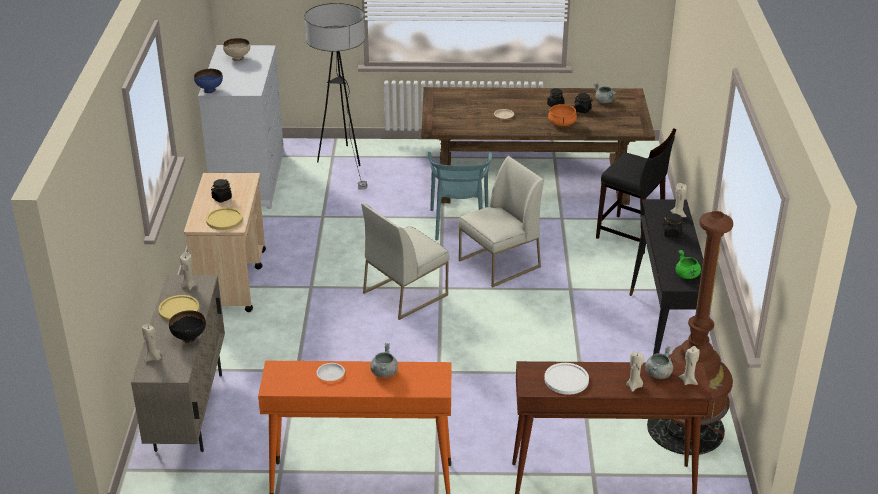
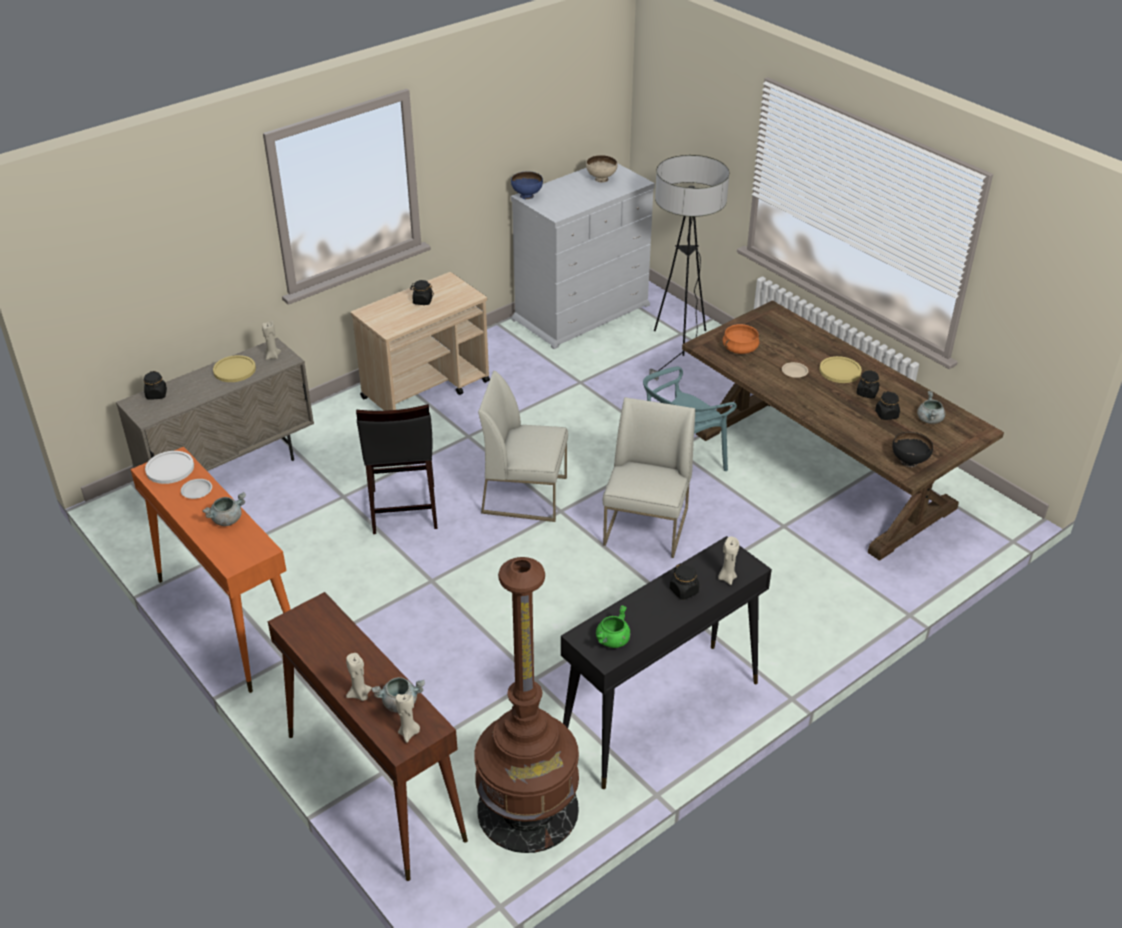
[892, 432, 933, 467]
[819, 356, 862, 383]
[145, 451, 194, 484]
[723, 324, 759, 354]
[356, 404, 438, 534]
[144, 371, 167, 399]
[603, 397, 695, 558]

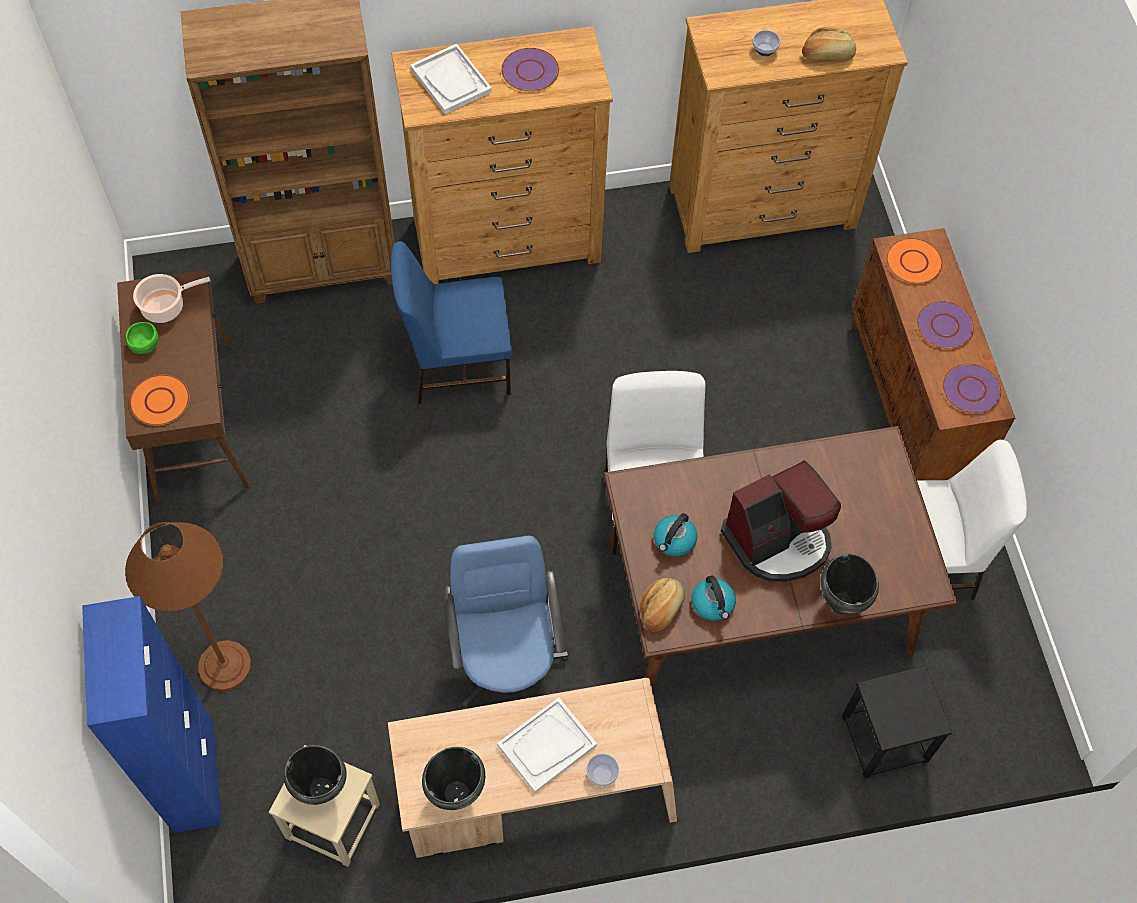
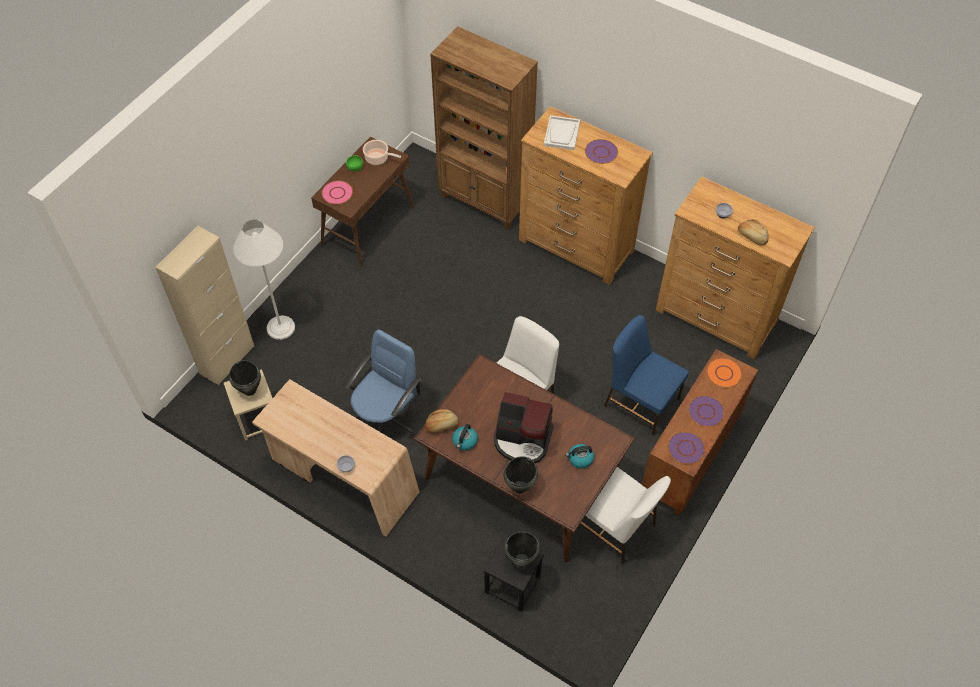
[497, 697, 597, 793] (first image)
[604, 315, 689, 436]
[504, 532, 540, 567]
[565, 444, 594, 468]
[155, 226, 254, 385]
[233, 219, 295, 340]
[322, 181, 353, 204]

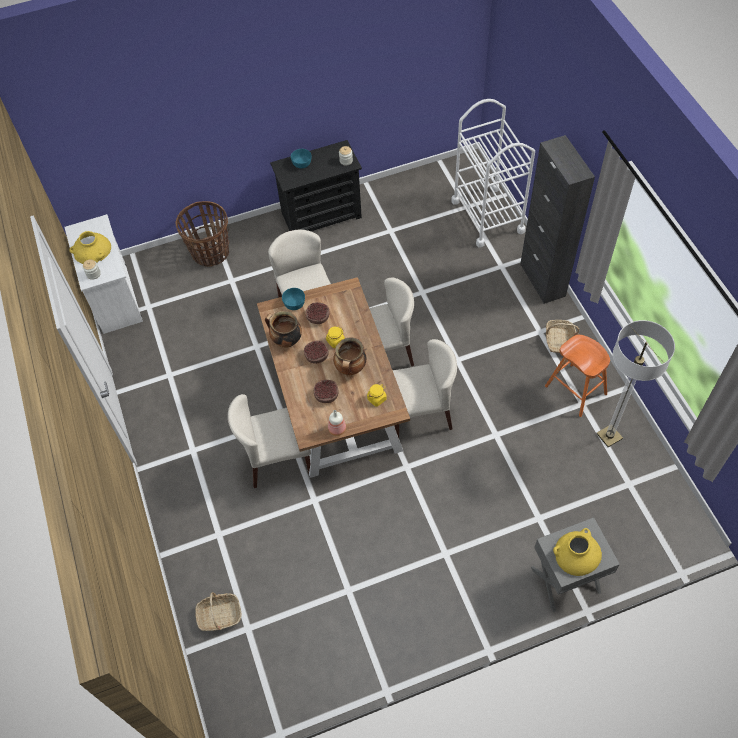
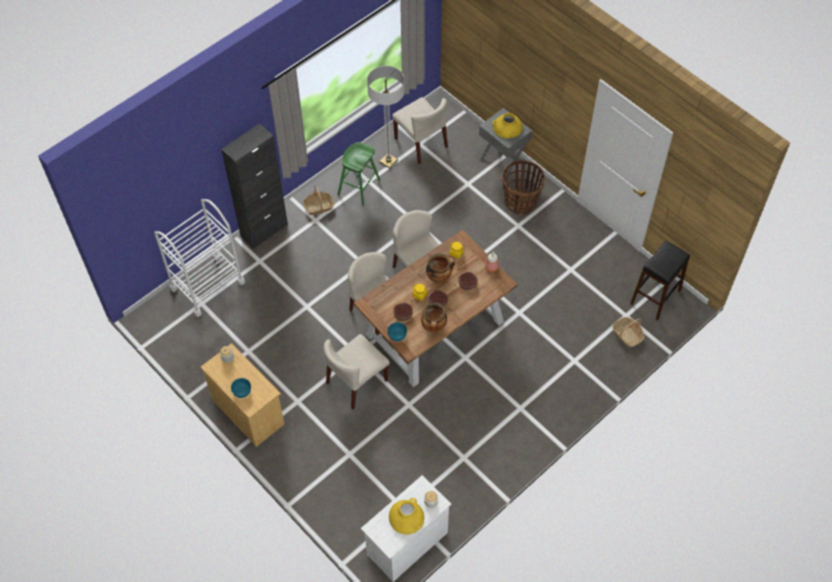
[630, 241, 690, 320]
[502, 160, 545, 215]
[392, 97, 448, 164]
[200, 343, 285, 447]
[338, 142, 380, 206]

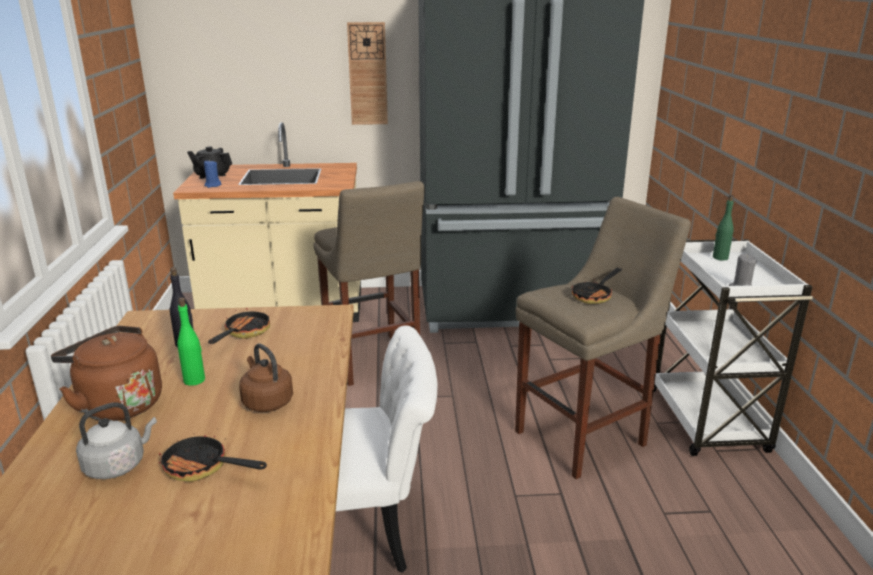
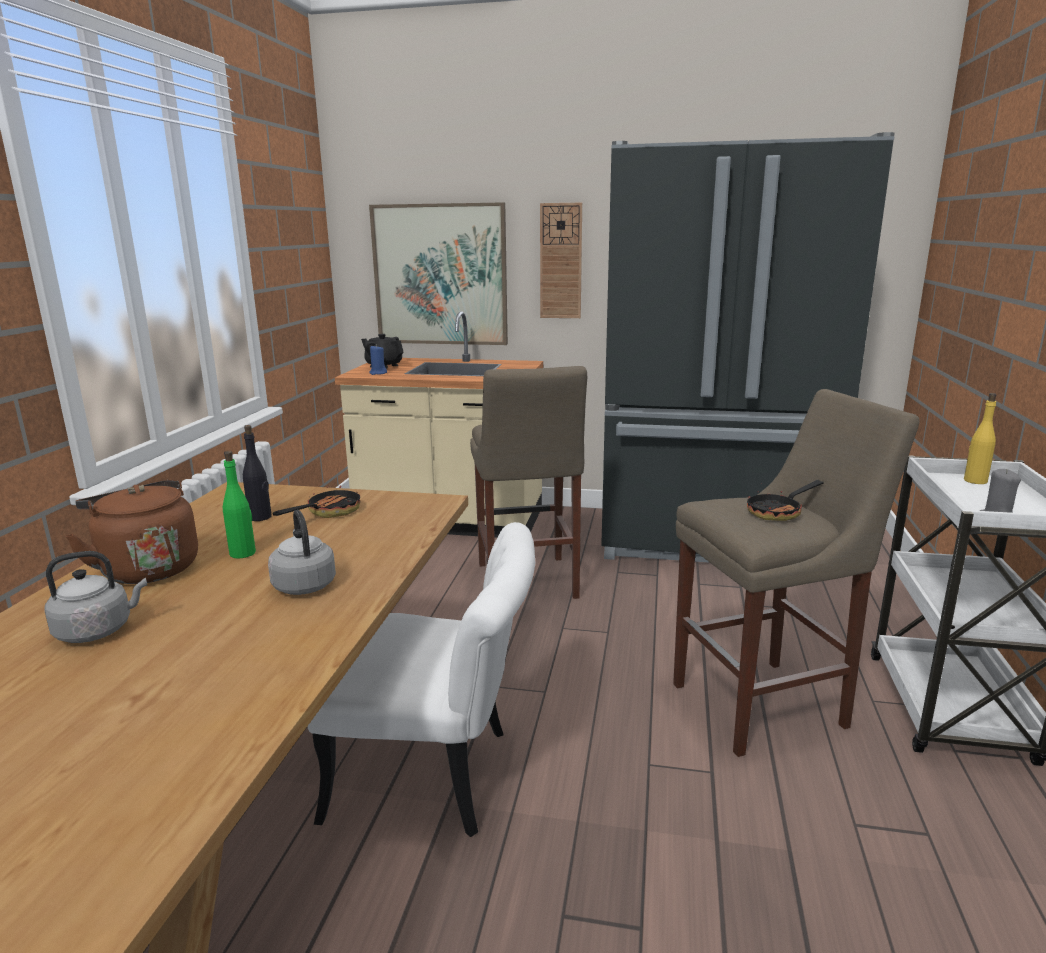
[159, 429, 267, 482] (first image)
[369, 202, 508, 345]
[268, 510, 336, 595]
[964, 393, 996, 484]

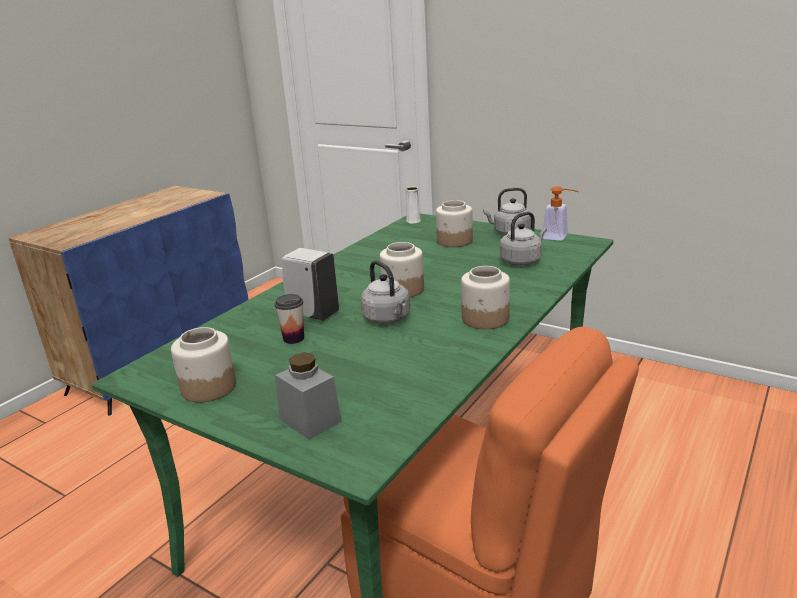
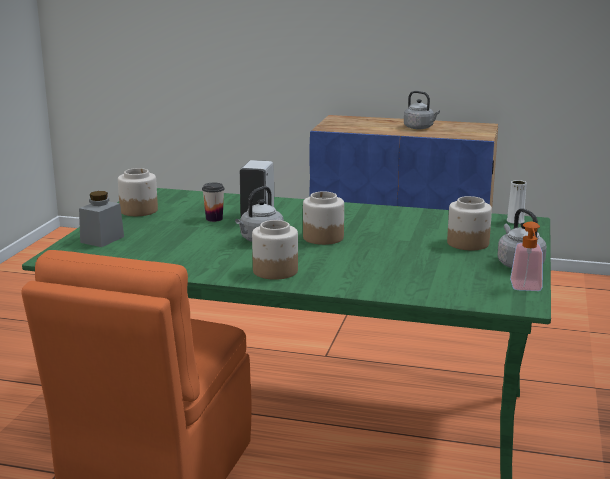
[404, 91, 440, 129]

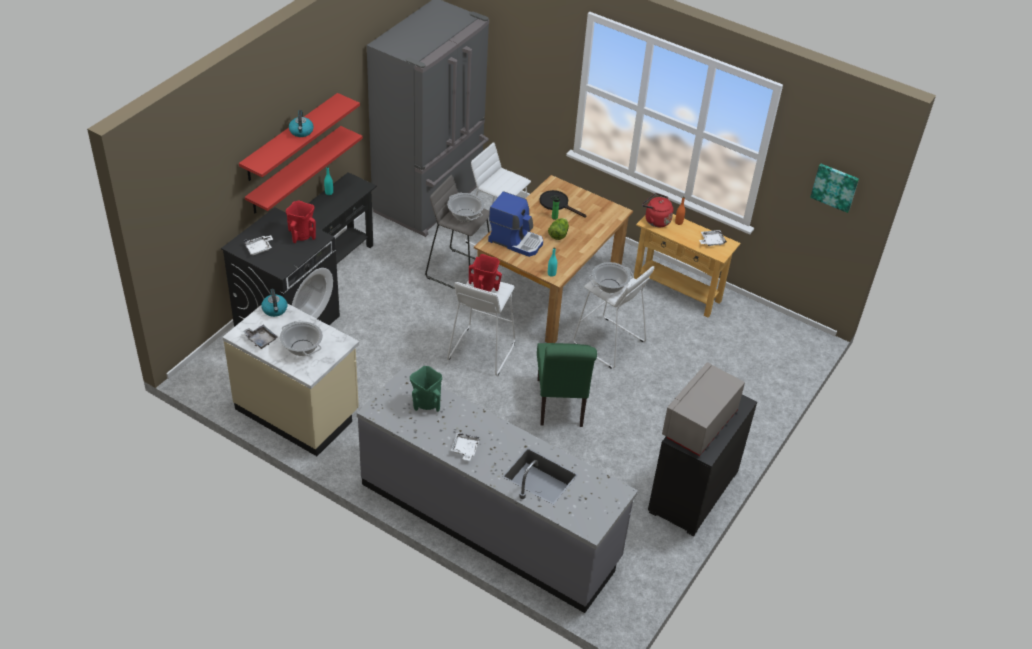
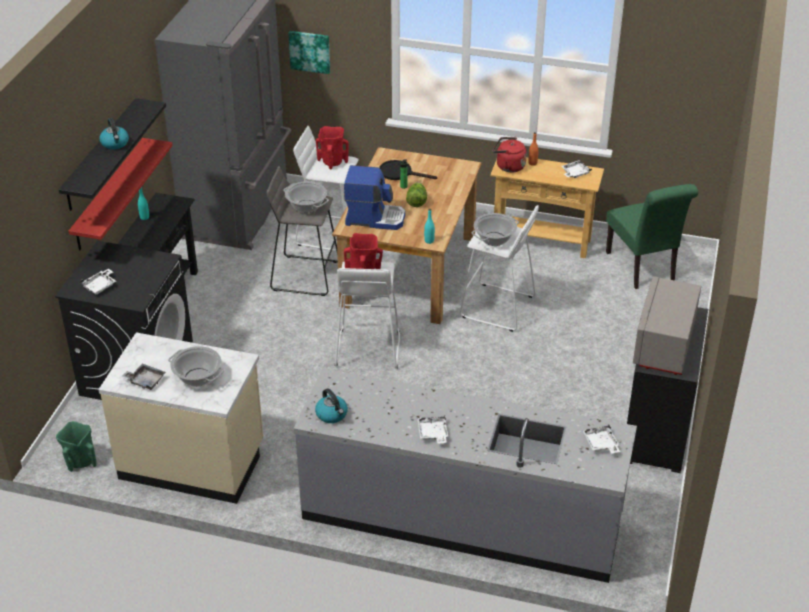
[582, 424, 620, 453]
[315, 389, 348, 423]
[316, 126, 349, 169]
[56, 421, 97, 472]
[606, 184, 699, 289]
[288, 31, 330, 74]
[59, 98, 166, 211]

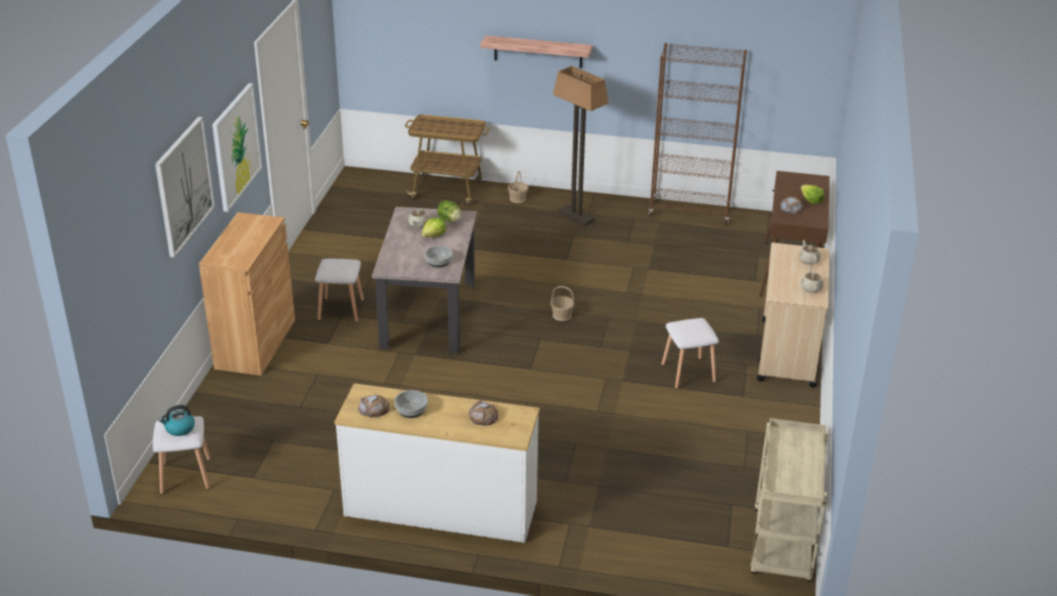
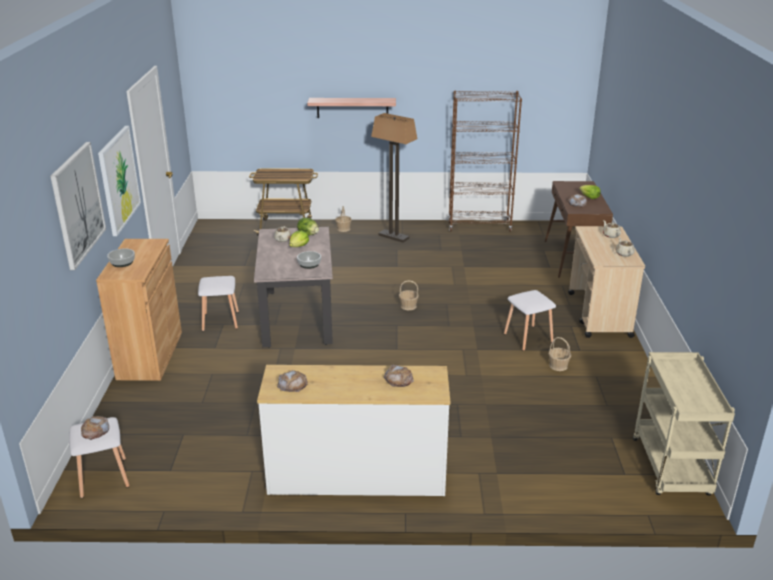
[548, 337, 571, 371]
[107, 249, 135, 267]
[81, 416, 109, 440]

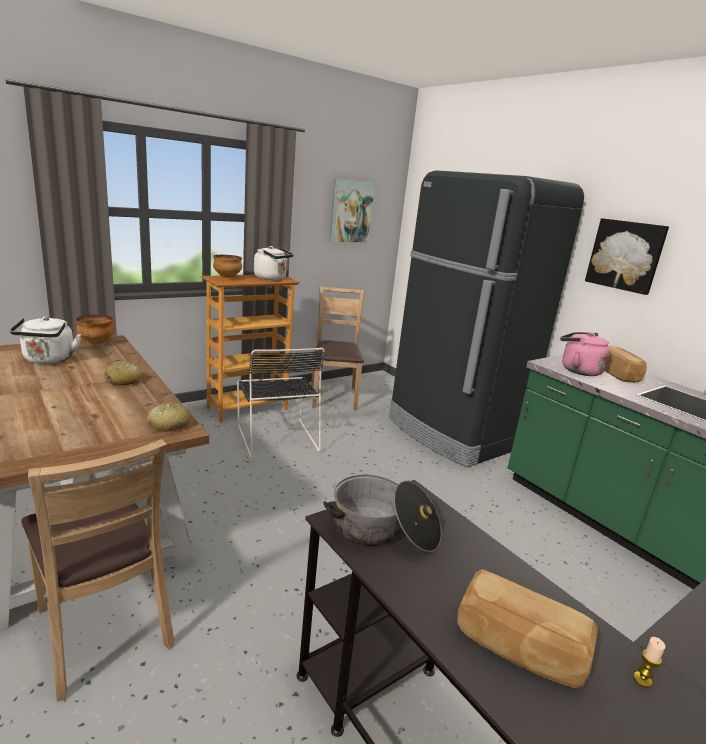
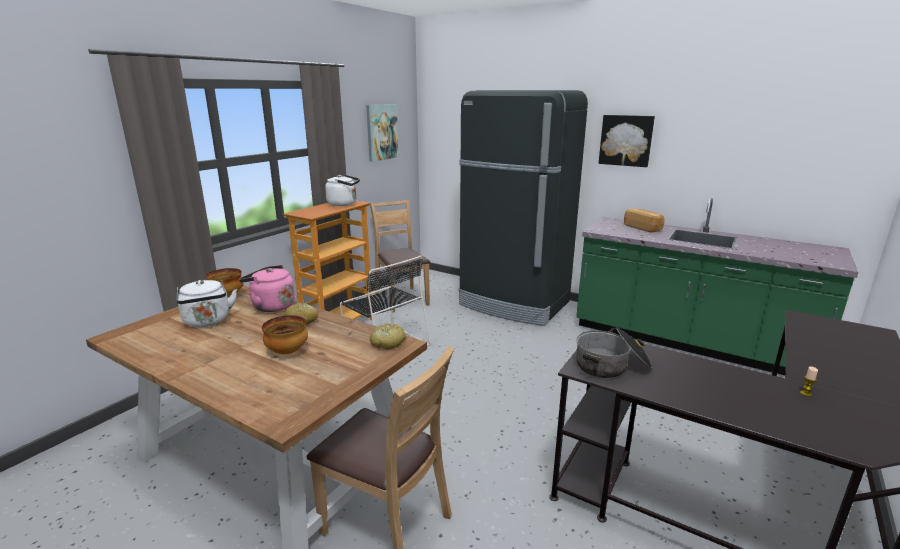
[457, 569, 598, 688] (first image)
[262, 315, 308, 354]
[239, 265, 295, 312]

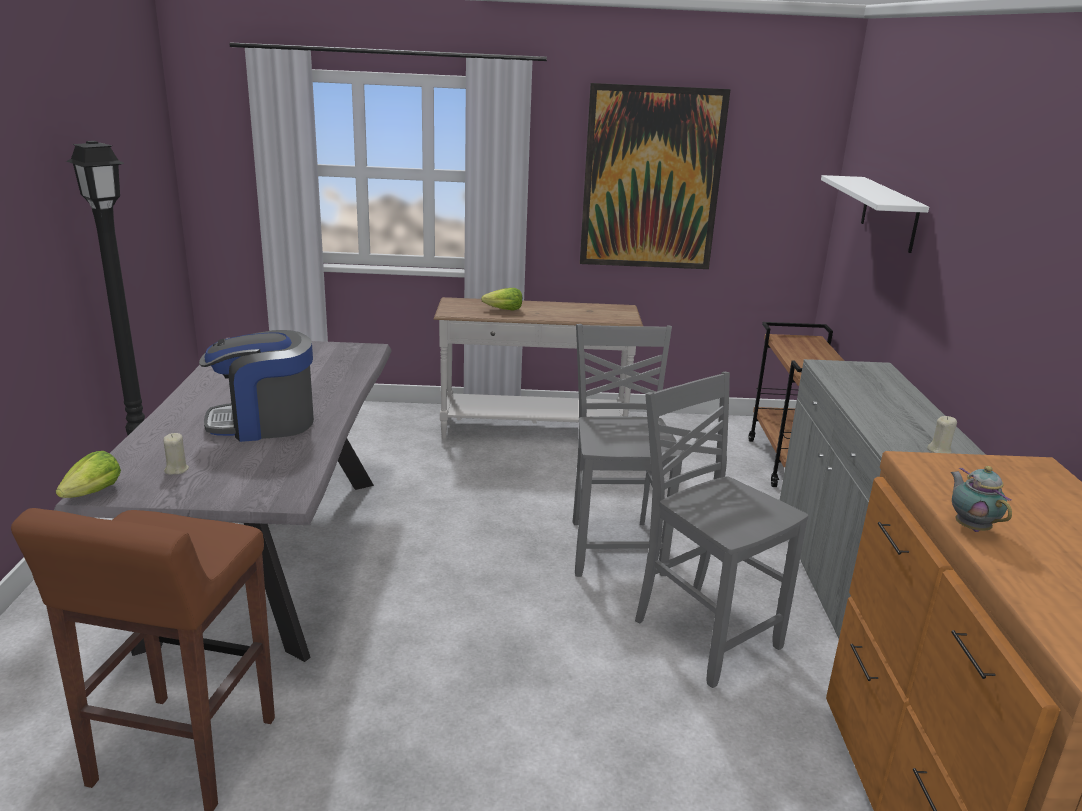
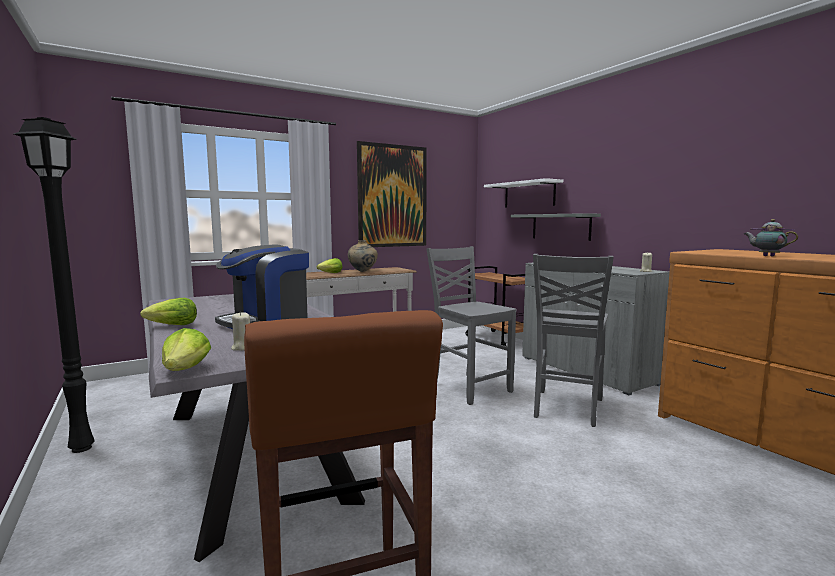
[140, 298, 197, 325]
[348, 240, 378, 272]
[511, 213, 601, 241]
[533, 254, 614, 427]

